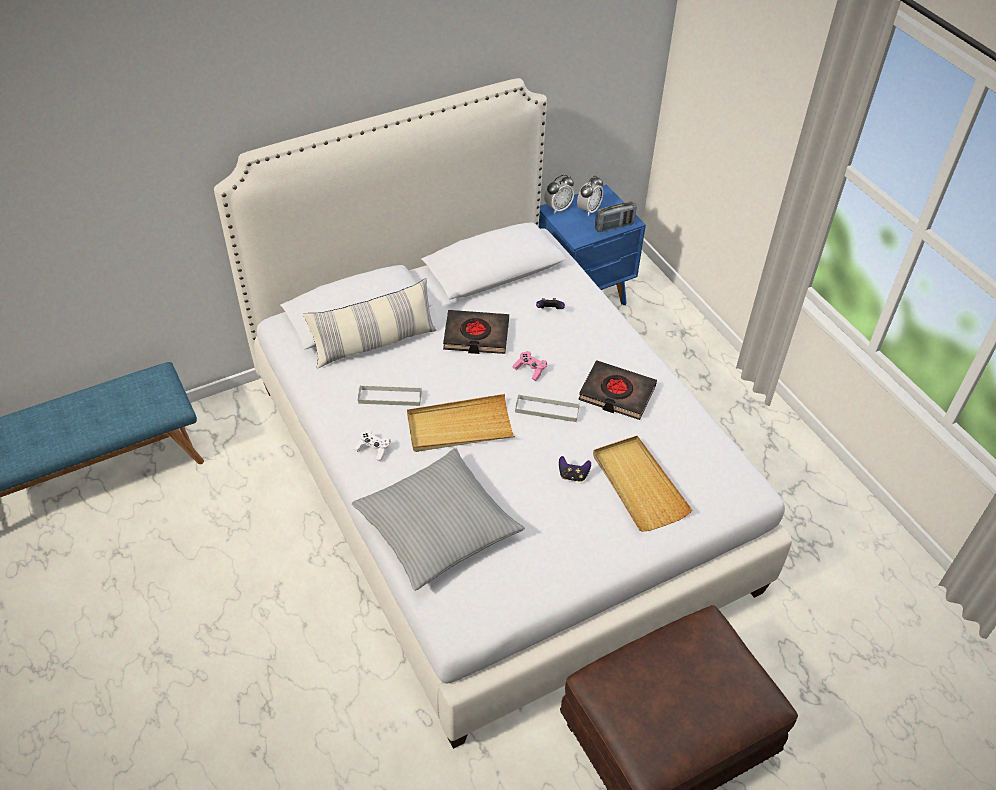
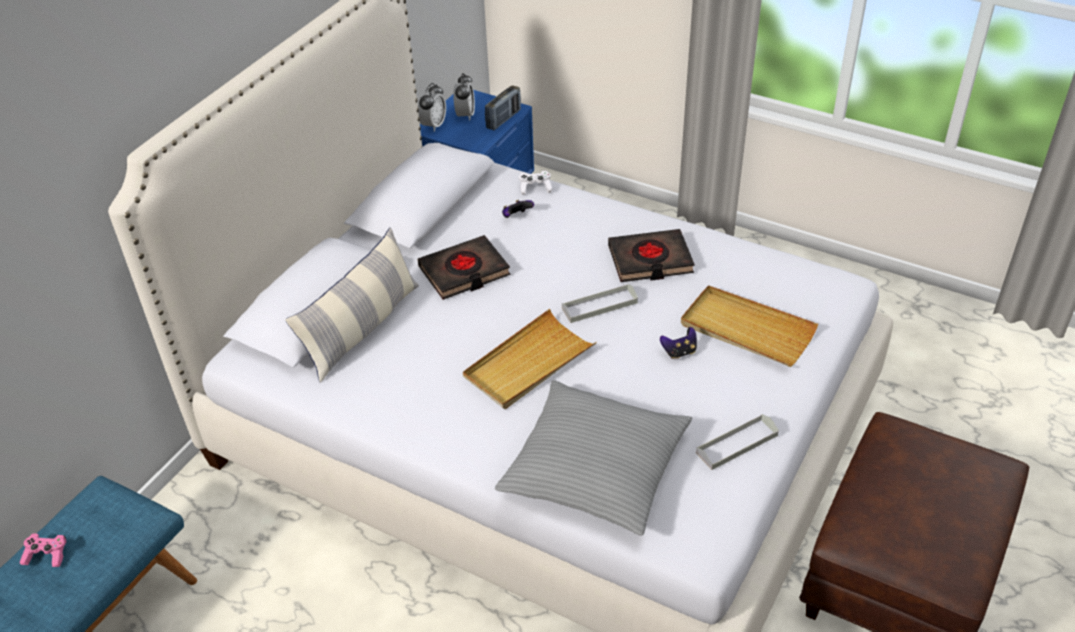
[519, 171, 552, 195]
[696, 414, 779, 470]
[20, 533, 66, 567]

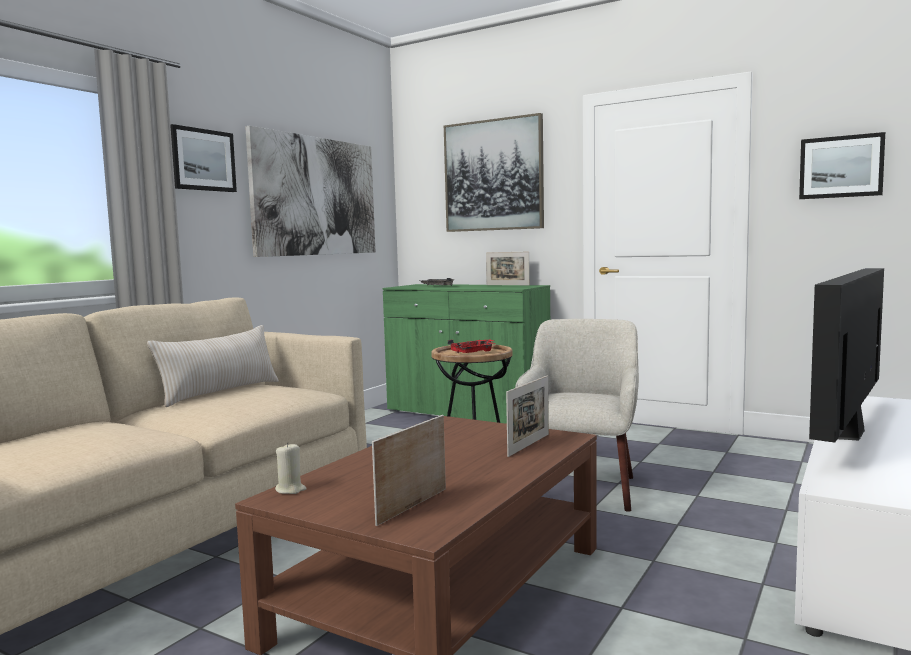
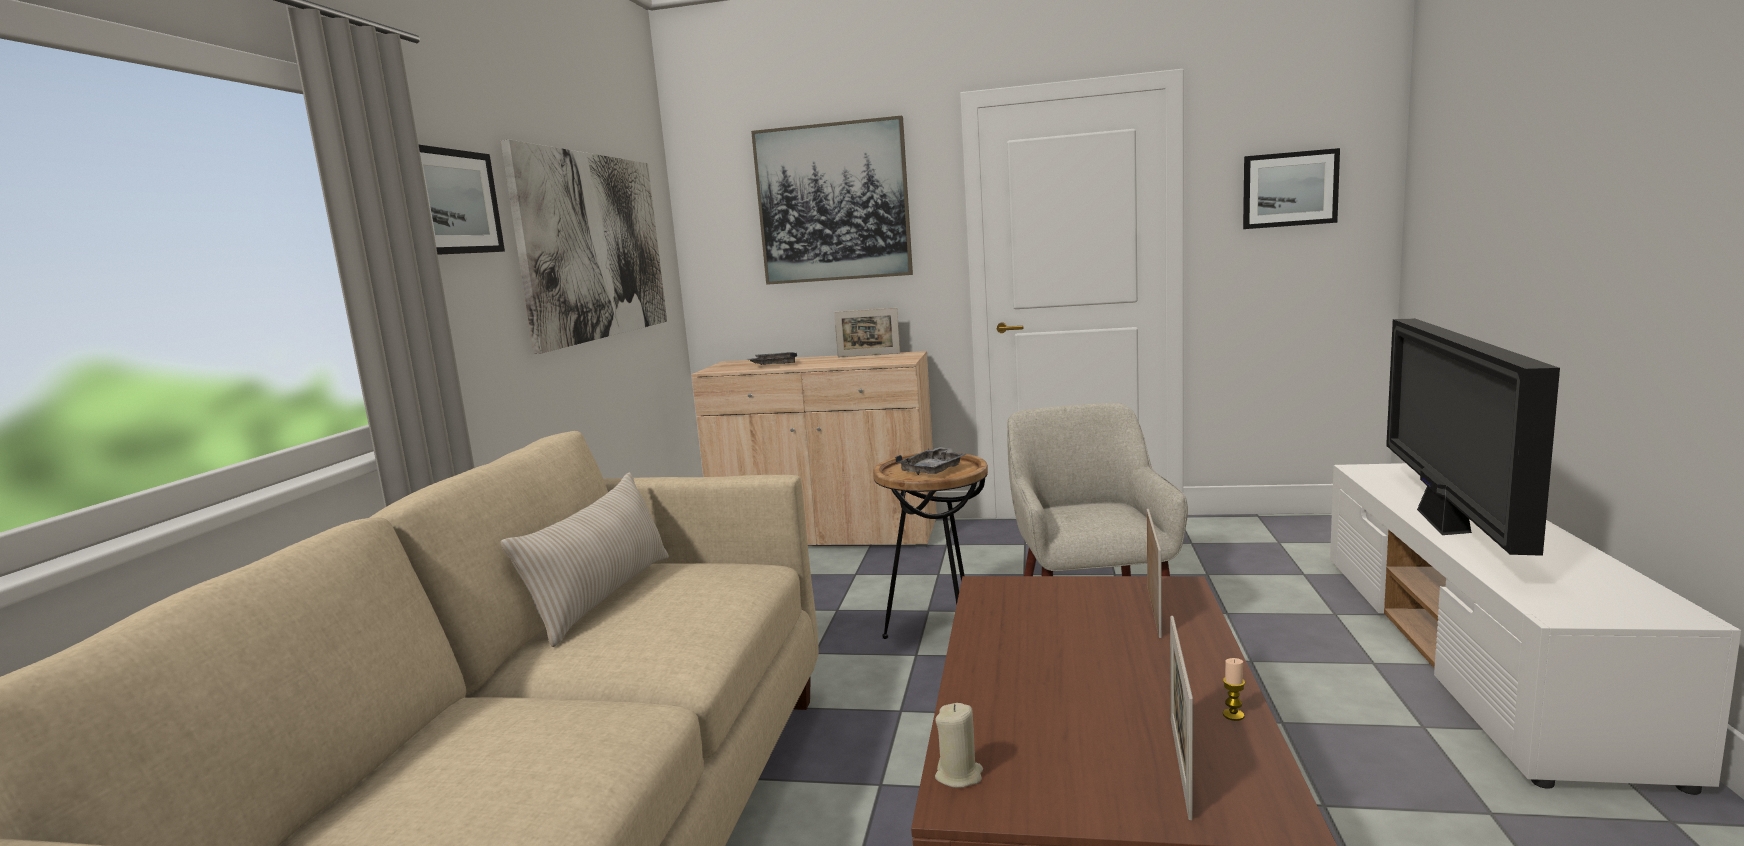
[1223, 658, 1245, 721]
[691, 351, 937, 547]
[895, 447, 966, 475]

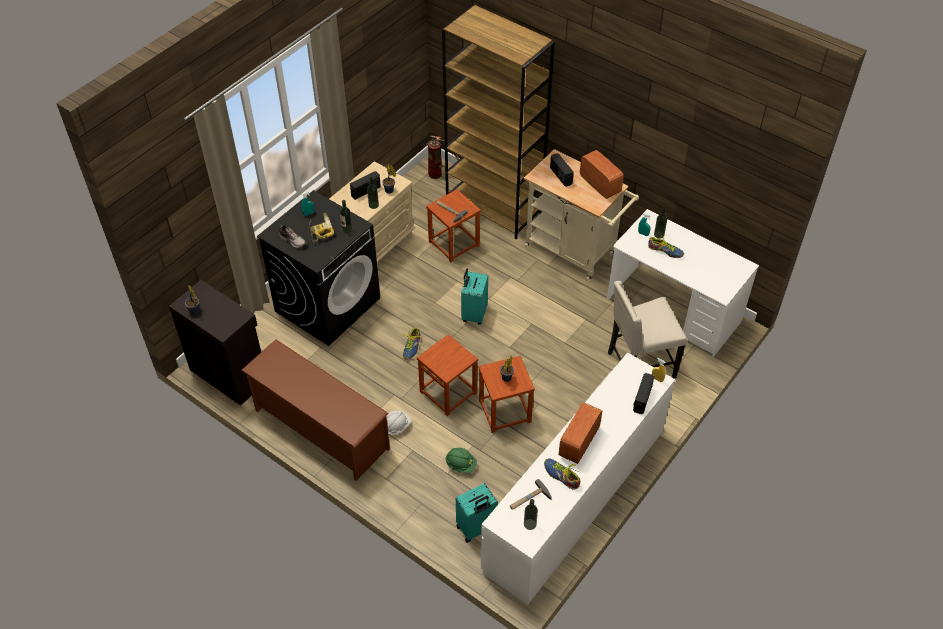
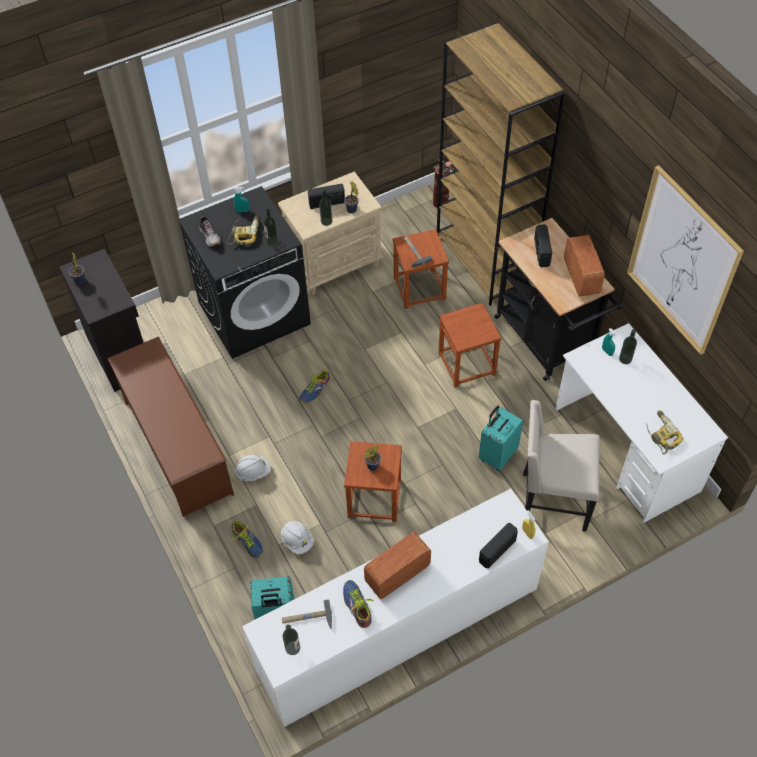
[627, 165, 744, 355]
[646, 410, 683, 455]
[438, 303, 502, 388]
[479, 405, 523, 471]
[231, 521, 263, 558]
[281, 521, 314, 554]
[495, 218, 623, 381]

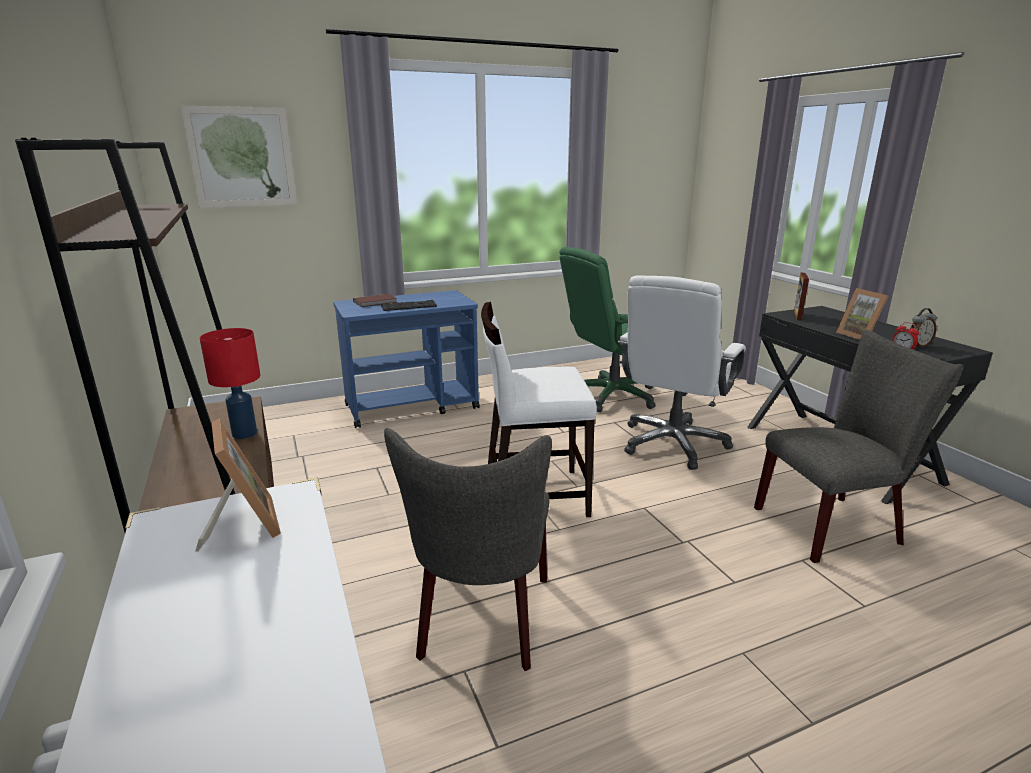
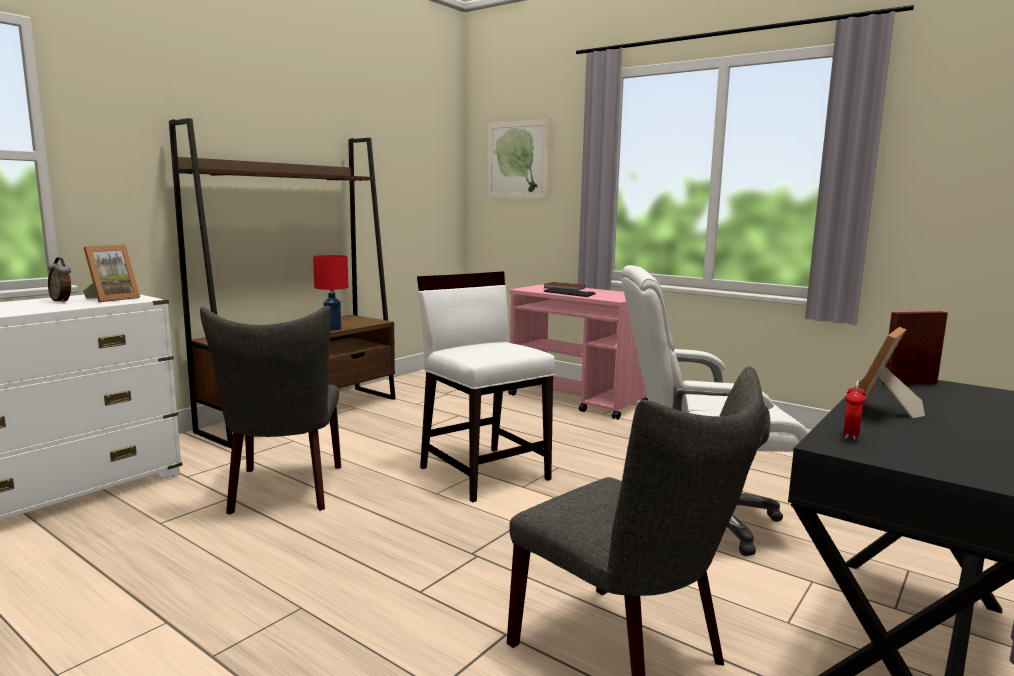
[559, 247, 656, 412] (first image)
[48, 258, 71, 303]
[508, 284, 648, 420]
[200, 306, 341, 514]

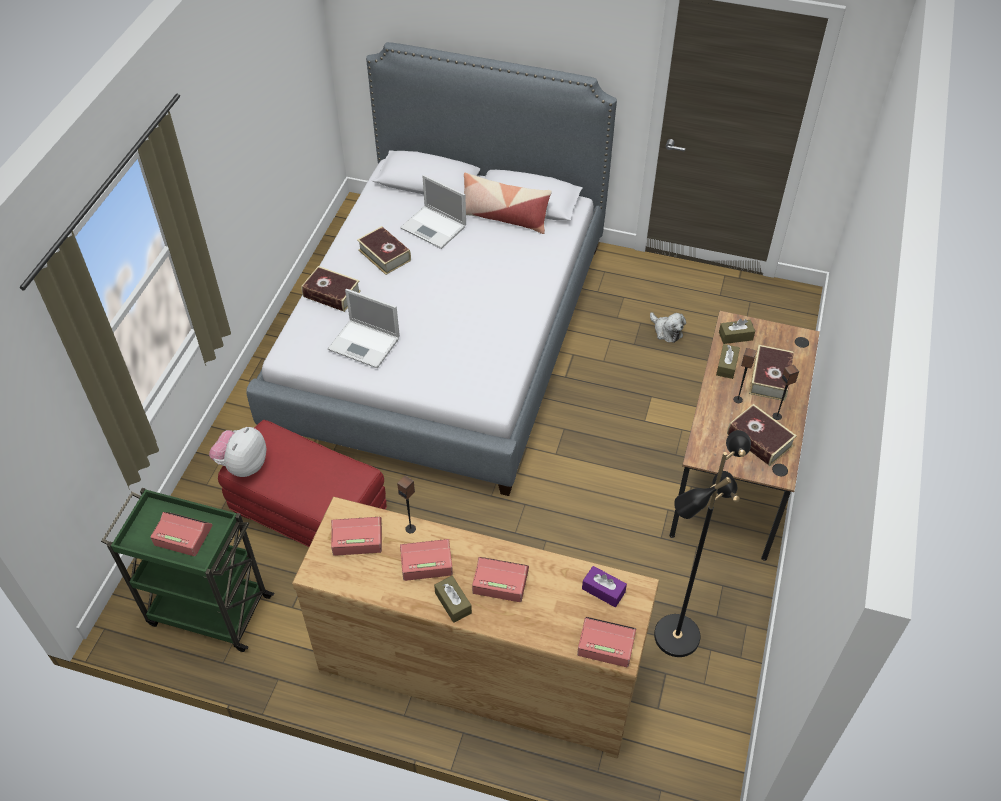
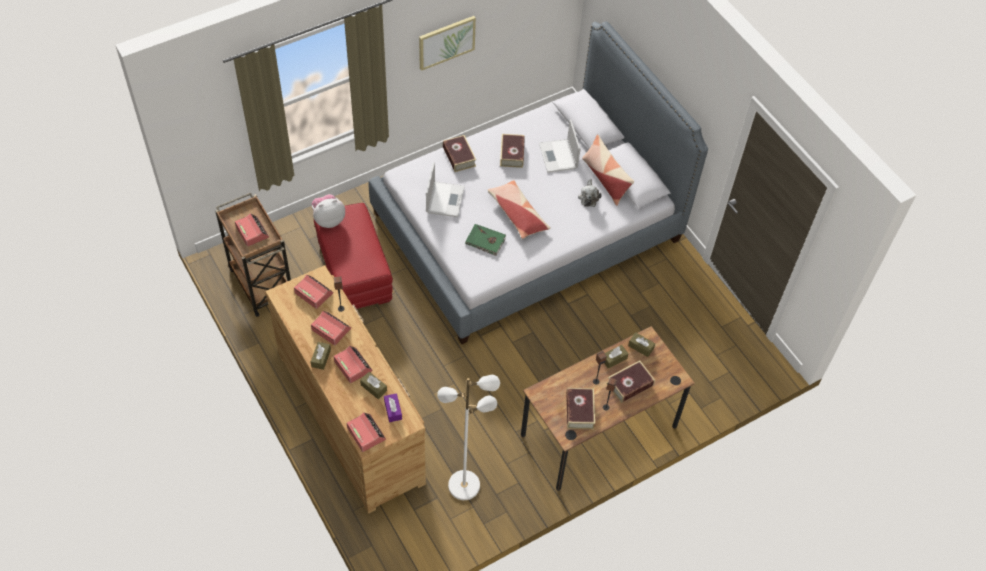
[360, 372, 387, 399]
[419, 16, 476, 71]
[465, 224, 506, 256]
[488, 180, 551, 239]
[578, 179, 602, 207]
[215, 193, 291, 317]
[437, 375, 500, 500]
[426, 162, 465, 217]

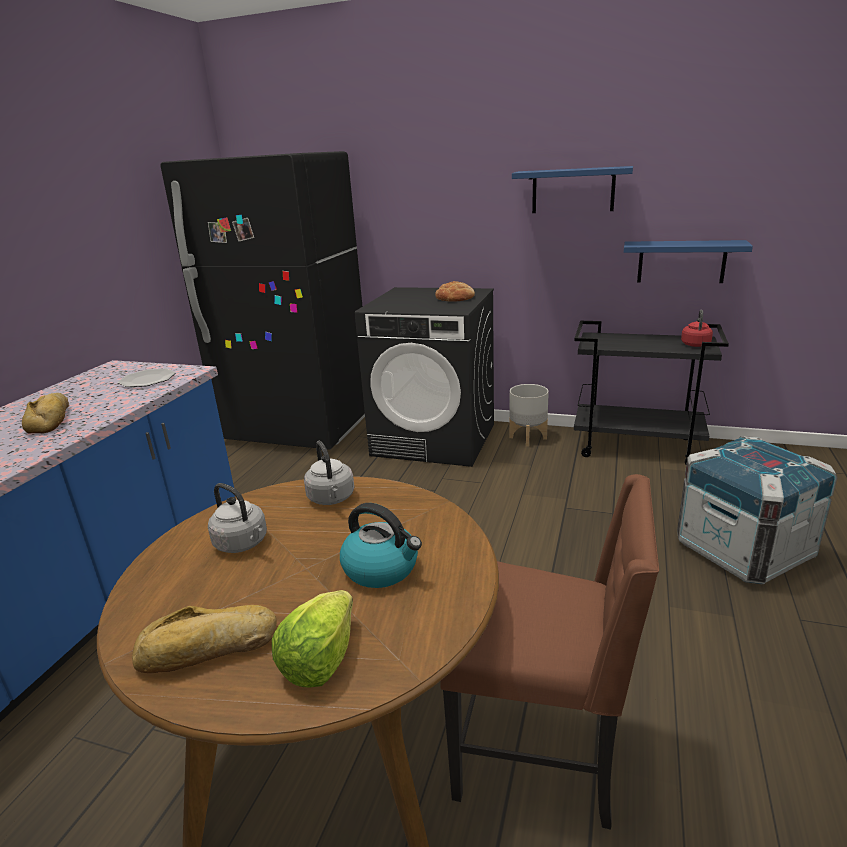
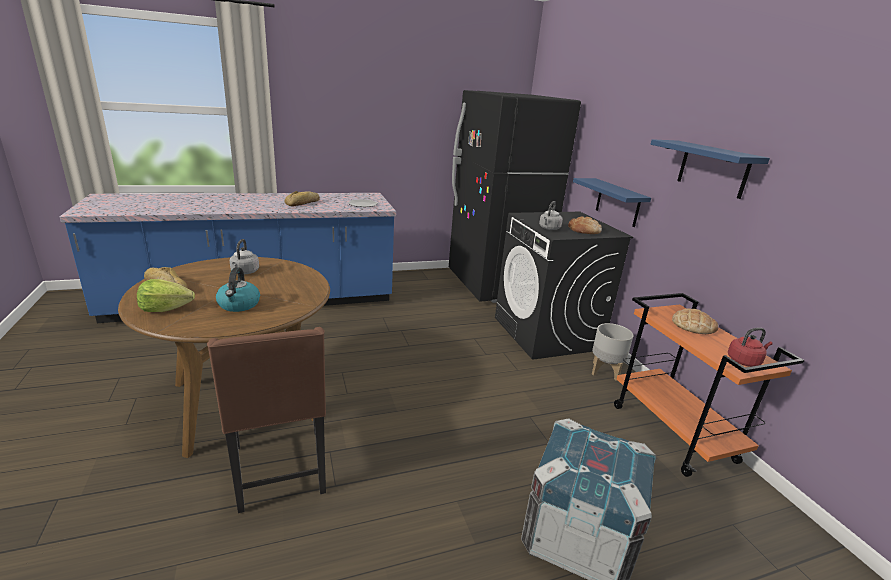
[672, 309, 718, 334]
[539, 201, 563, 230]
[573, 178, 651, 227]
[614, 293, 804, 477]

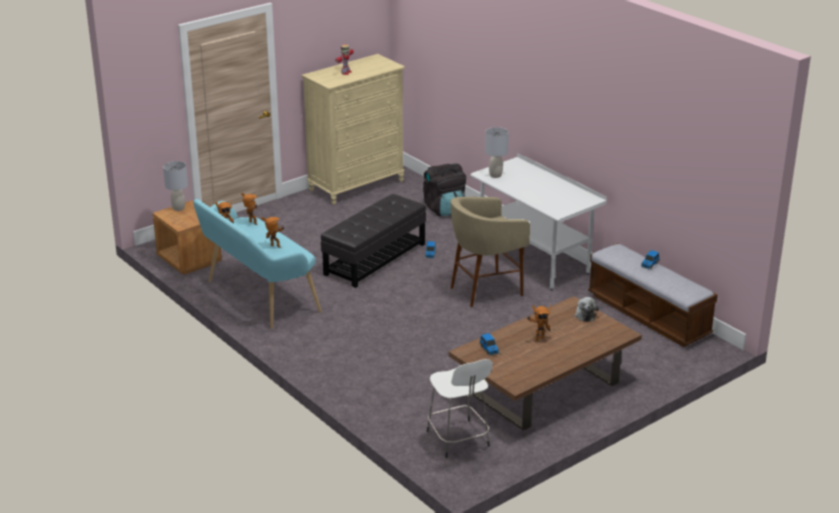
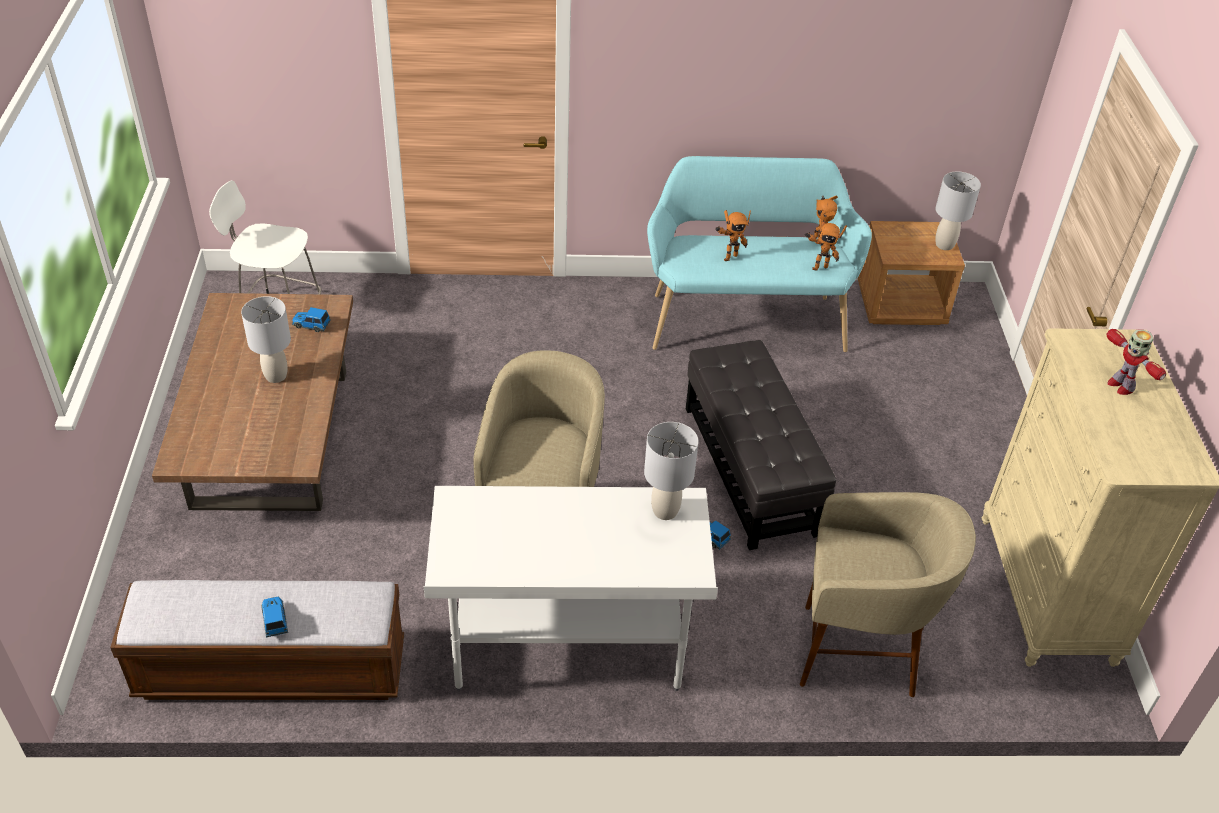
[574, 297, 599, 322] (first image)
[800, 492, 976, 697]
[241, 296, 291, 383]

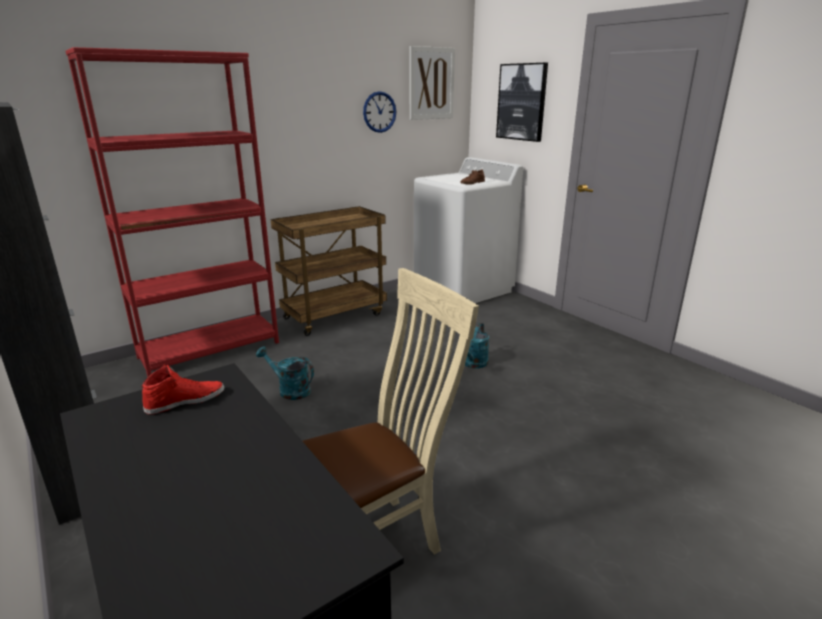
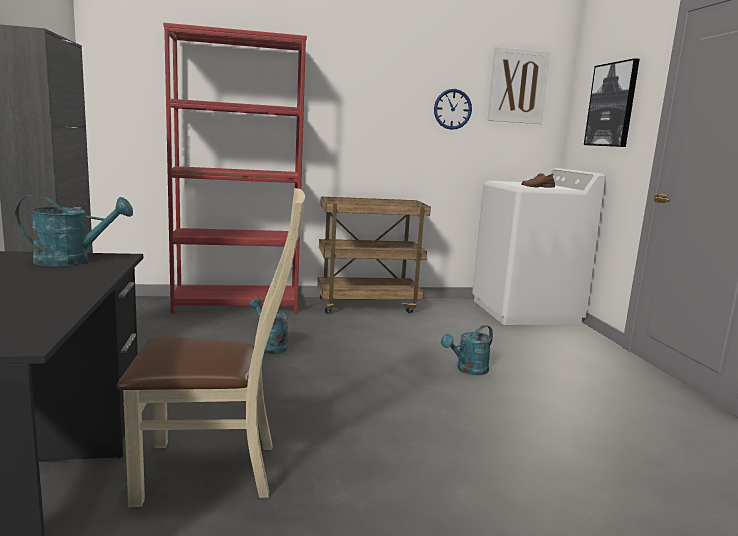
[15, 194, 133, 266]

